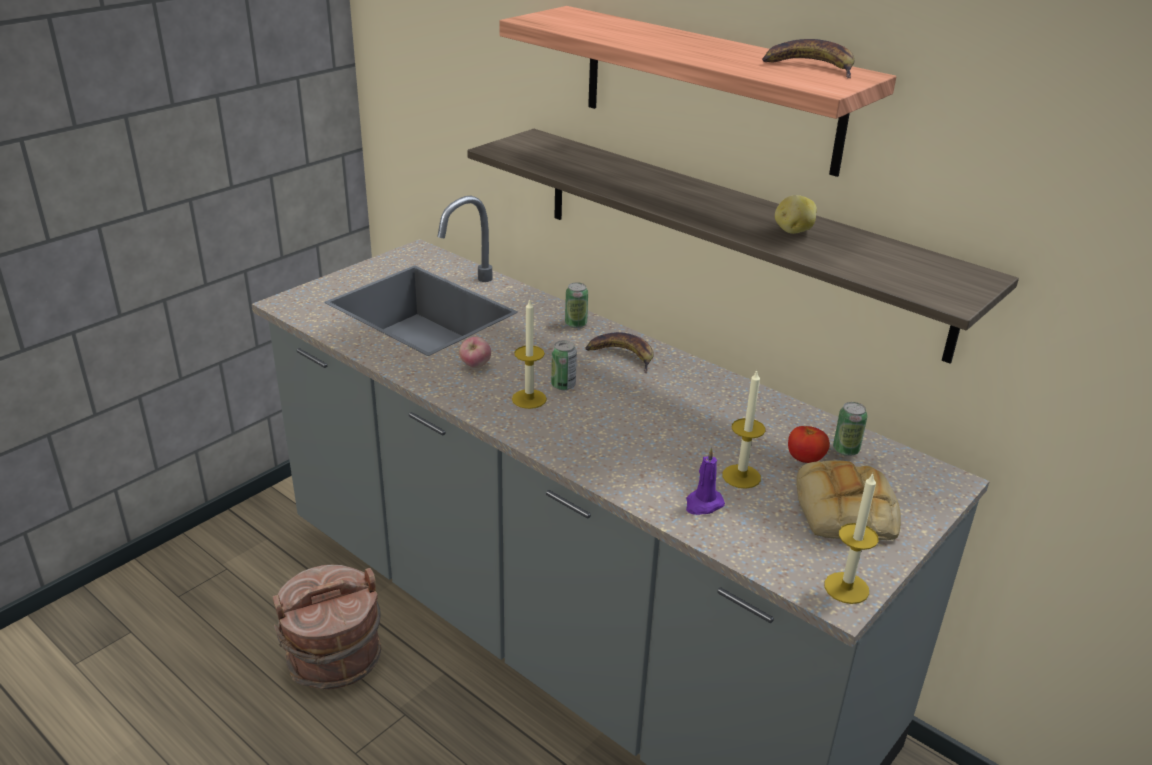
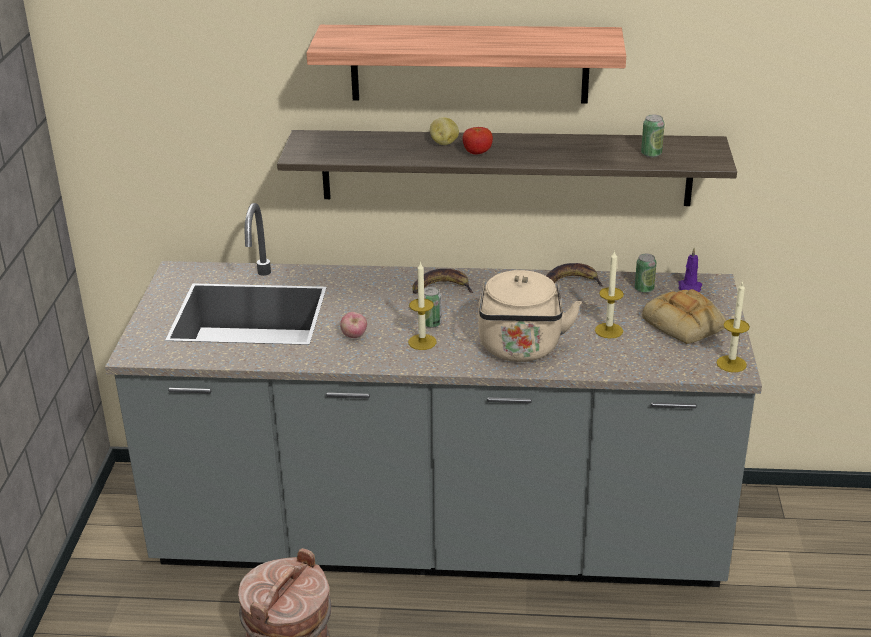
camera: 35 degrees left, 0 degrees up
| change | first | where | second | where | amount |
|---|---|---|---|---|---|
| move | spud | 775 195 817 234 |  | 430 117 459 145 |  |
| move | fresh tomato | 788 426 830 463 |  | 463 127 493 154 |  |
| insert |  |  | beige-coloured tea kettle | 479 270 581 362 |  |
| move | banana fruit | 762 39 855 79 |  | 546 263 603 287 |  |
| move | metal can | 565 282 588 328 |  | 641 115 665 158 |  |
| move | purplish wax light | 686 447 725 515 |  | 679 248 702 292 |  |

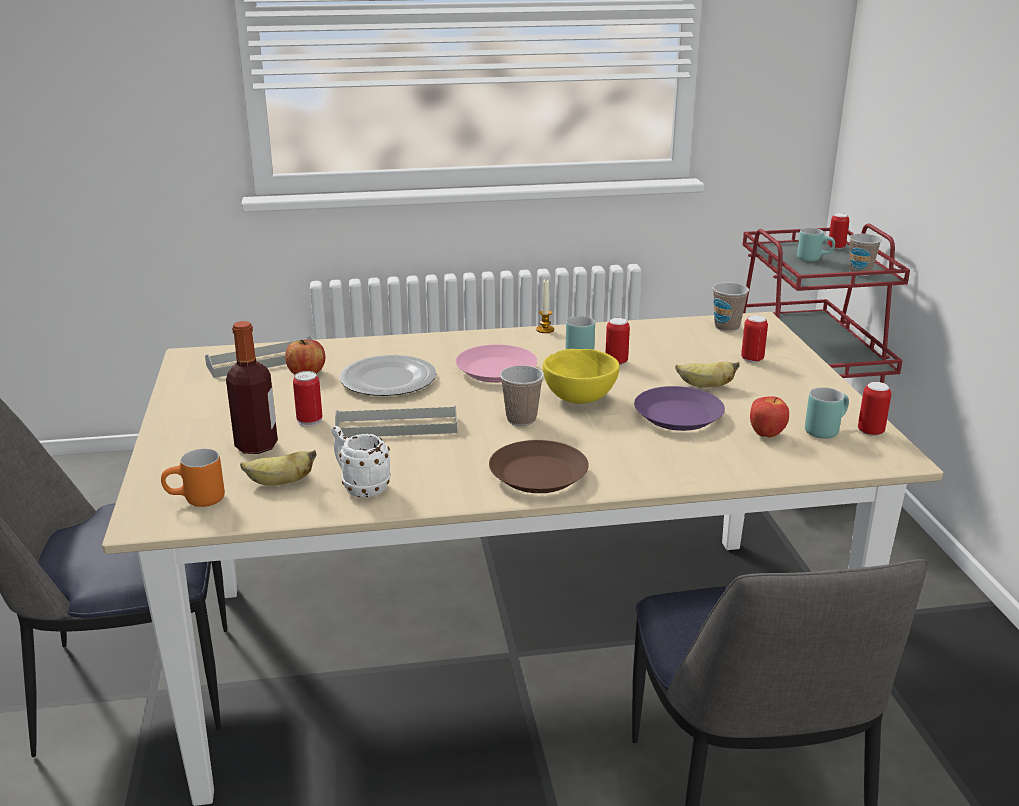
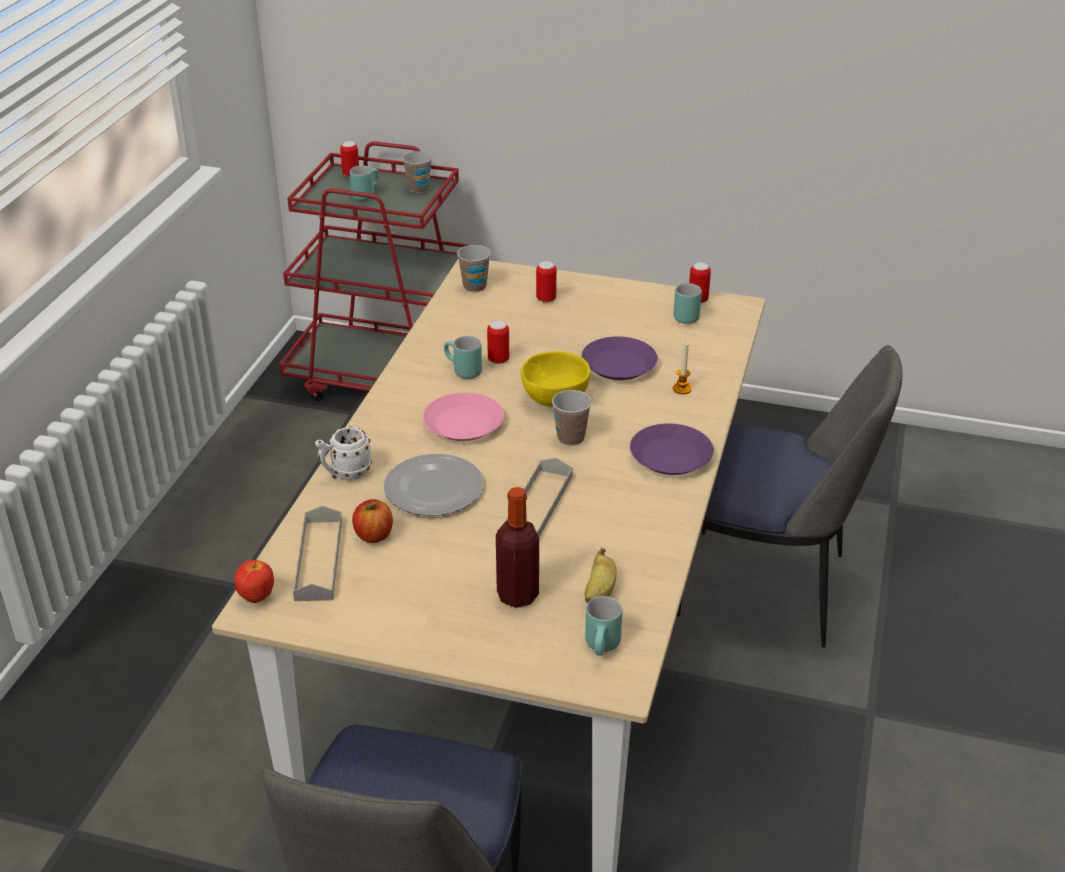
camera: 65 degrees left, 10 degrees up
| change | first | where | second | where | amount |
|---|---|---|---|---|---|
| move | apple | 750 396 789 438 |  | 234 560 274 603 |  |
| move | white-coloured tea mug | 331 426 390 497 |  | 315 427 372 480 |  |
| recolor | orangey tea mug | 161 449 225 507 | turquoise-coloured tea mug | 585 596 622 656 |  |
| recolor | brown-coloured dinner plate | 489 440 589 493 | purplish dinner plate | 630 423 714 475 |  |
| move | wax light | 536 280 554 333 |  | 673 342 692 394 |  |
| delete | metal can | 293 371 322 427 |  |  |  |
| delete | banana fruit | 675 361 740 387 |  |  |  |

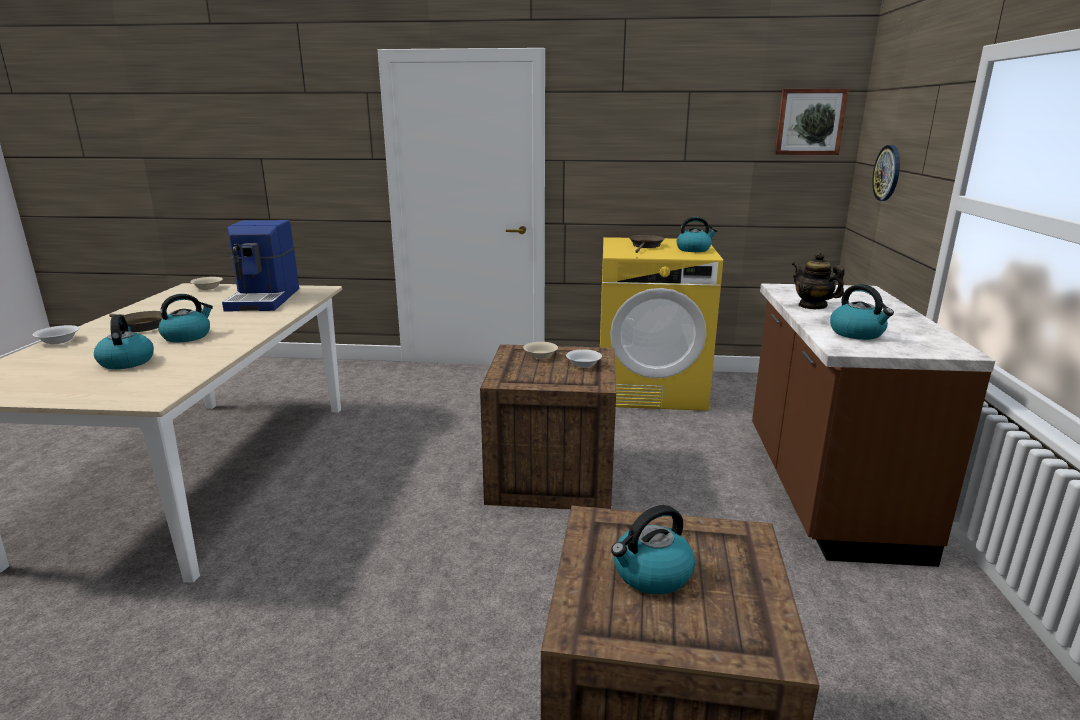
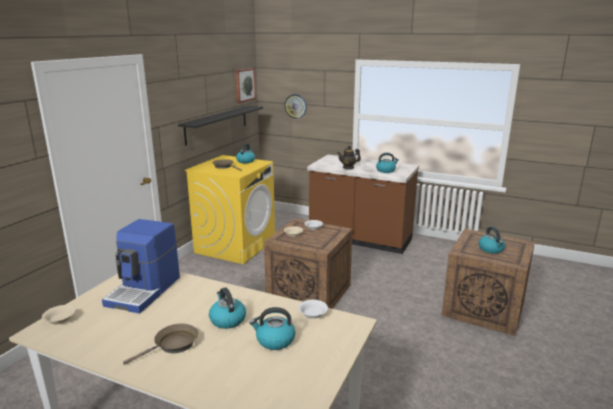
camera: 70 degrees left, 0 degrees up
| change | first | where | second | where | amount |
|---|---|---|---|---|---|
| rotate | coffee brewer | 222 220 299 311 |  | 102 219 180 314 | 90 degrees clockwise |
| insert |  |  | black-coloured wall shelf | 178 106 263 146 |  |
| move | white-coloured deep dish | 33 325 79 344 |  | 298 300 328 319 |  |

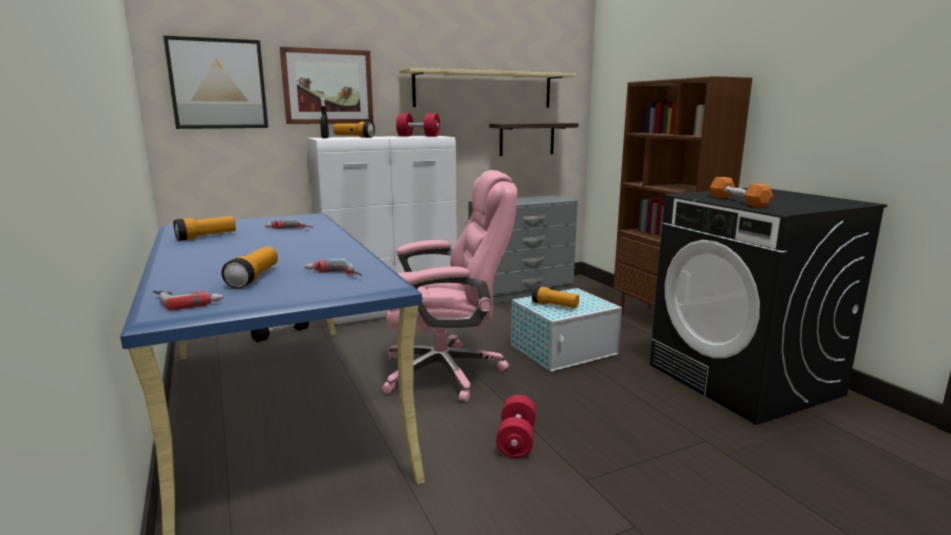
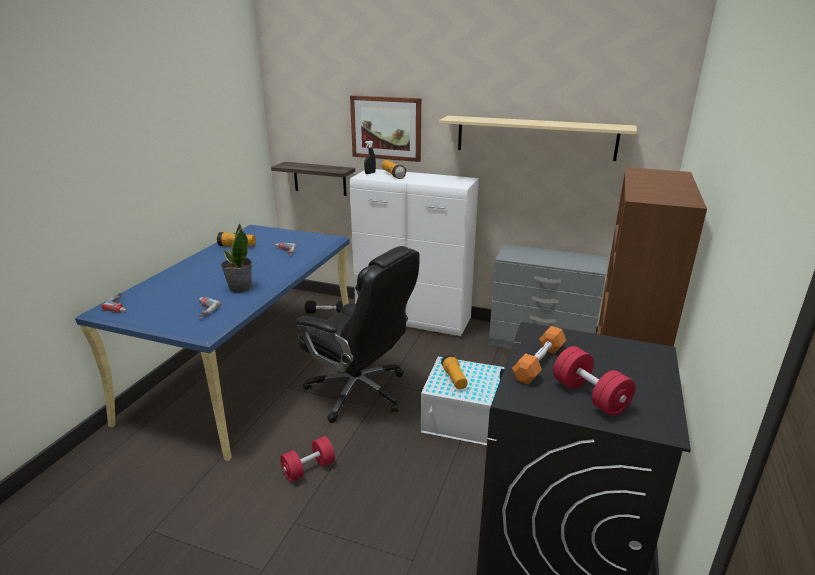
camera: 45 degrees right, 10 degrees up
| change | first | where | second | where | amount |
|---|---|---|---|---|---|
| insert |  |  | houseplant | 221 224 252 292 |  |
| move | wall shelf | 489 123 578 156 |  | 271 162 355 196 |  |
| recolor | pinkish computer chair | 382 170 517 402 | black-coloured computer chair | 295 246 420 423 |  |
| move | reddish hand weight | 396 113 440 137 |  | 553 346 636 416 |  |
| delete | wall picture | 163 36 268 129 |  |  |  |
| delete | flashlight | 222 247 278 289 |  |  |  |

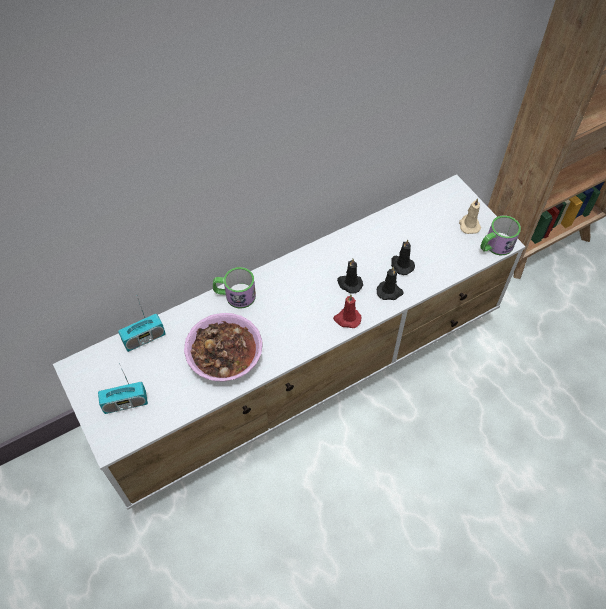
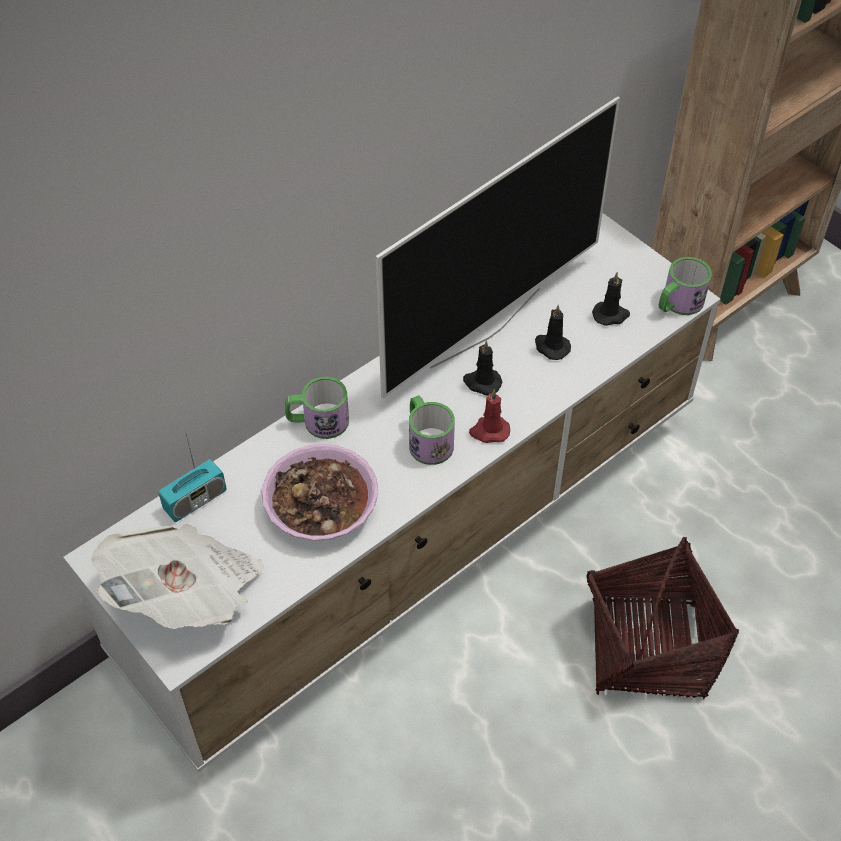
camera: 10 degrees left, 5 degrees down
| change | first | where | second | where | amount |
|---|---|---|---|---|---|
| replace | radio set | 98 363 148 414 | daily paper | 91 524 264 629 |  |
| insert |  |  | television | 376 96 620 399 |  |
| insert |  |  | tea mug | 409 395 455 465 |  |
| insert |  |  | household basket | 586 537 739 699 |  |
| move | black-coloured wax light | 377 266 404 300 |  | 592 272 630 326 |  |
| delete | beige-coloured wax light | 459 198 481 234 |  |  |  |

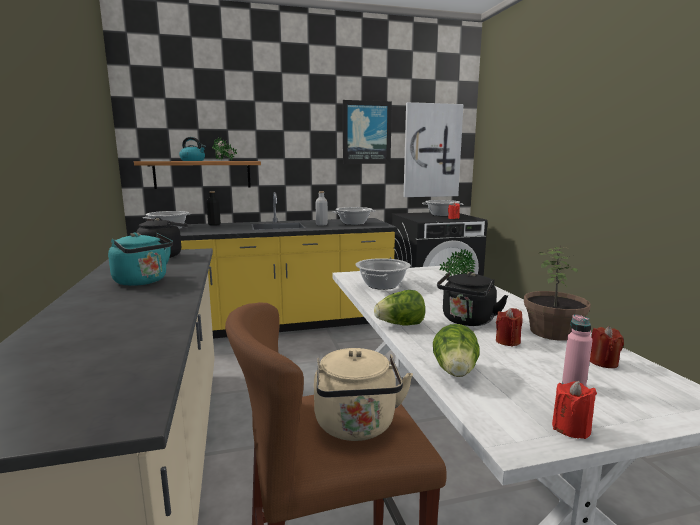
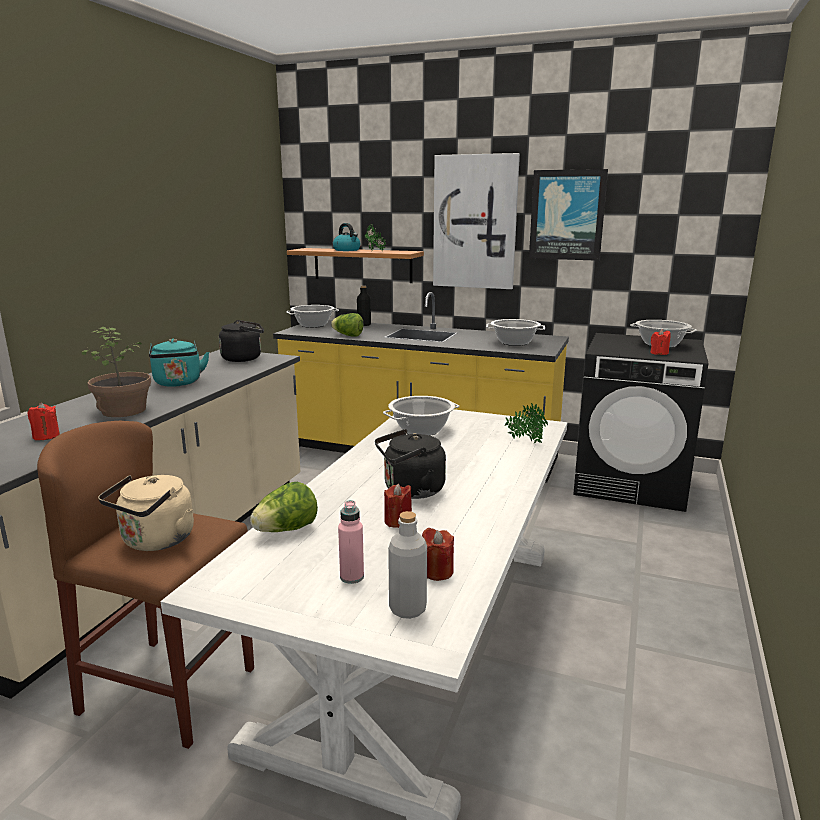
camera: 35 degrees right, 5 degrees up
| change | first | where | second | where | amount |
|---|---|---|---|---|---|
| move | reddish wax light | 552 381 597 439 |  | 27 402 60 440 |  |
| move | houseplant | 524 245 591 341 |  | 82 327 151 417 |  |
| move | lettuce | 374 290 425 325 |  | 331 313 364 336 |  |
| move | greyish bottle | 316 191 328 226 |  | 388 511 427 619 |  |
| move | wall picture | 403 102 464 197 |  | 433 153 520 289 |  |

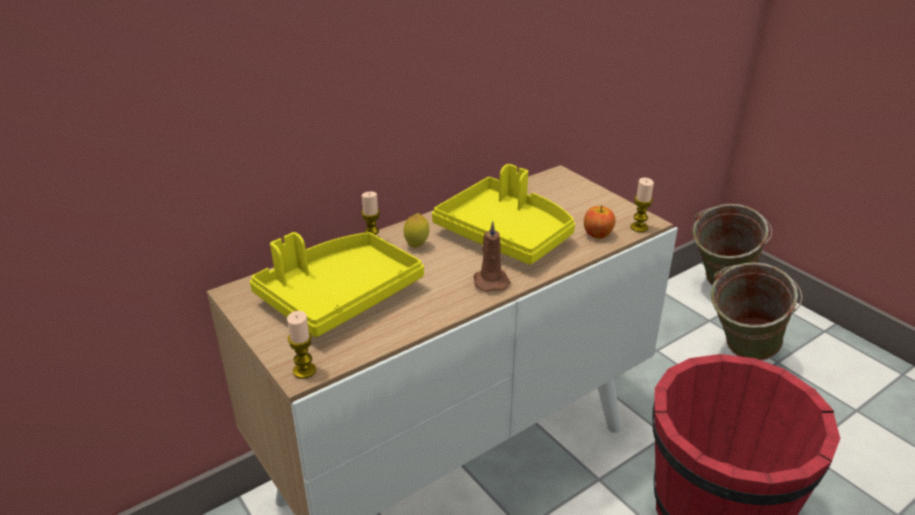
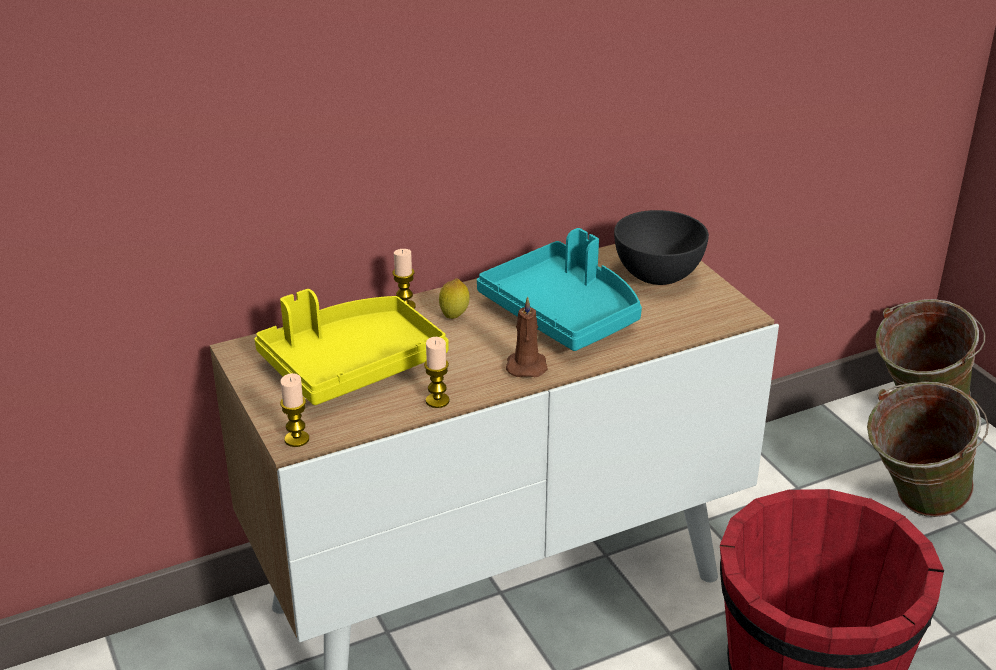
camera: 10 degrees right, 0 degrees up
| change | first | where | second | where | amount |
|---|---|---|---|---|---|
| move | wax light | 630 178 654 232 |  | 424 337 450 408 |  |
| recolor | yellow tray | 432 164 575 265 | turquoise-coloured tray | 477 228 642 351 |  |
| insert |  |  | greyish deep dish | 614 210 709 285 |  |
| delete | apple | 584 205 616 239 |  |  |  |

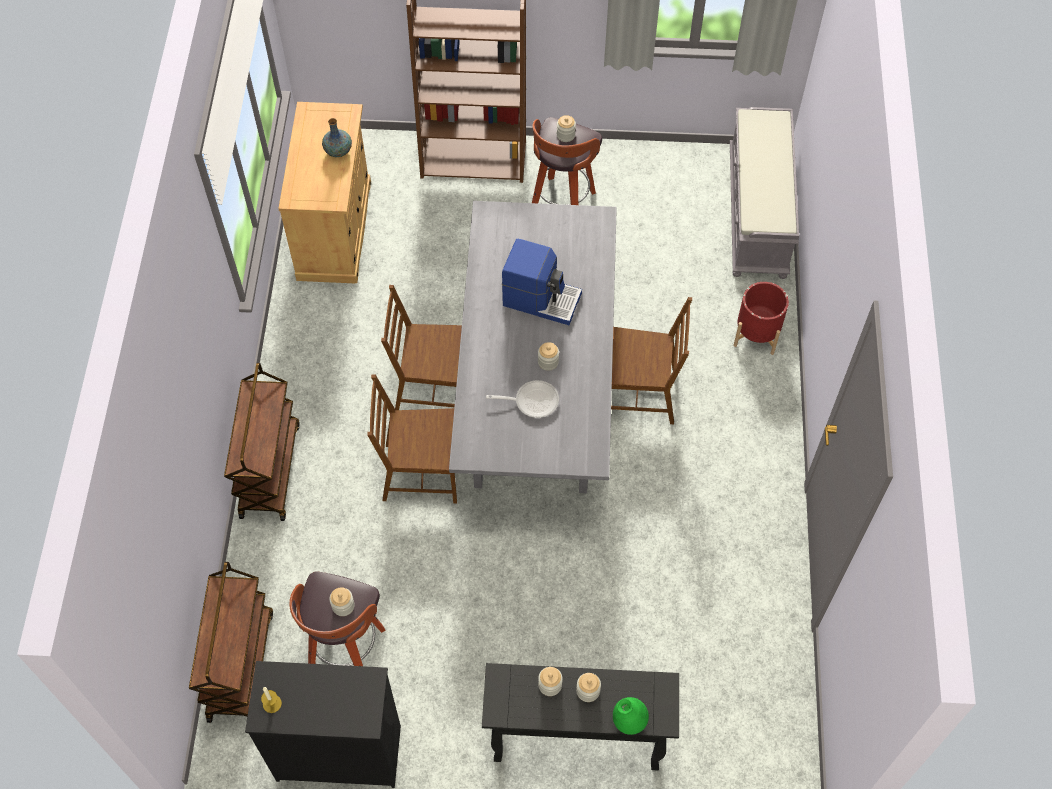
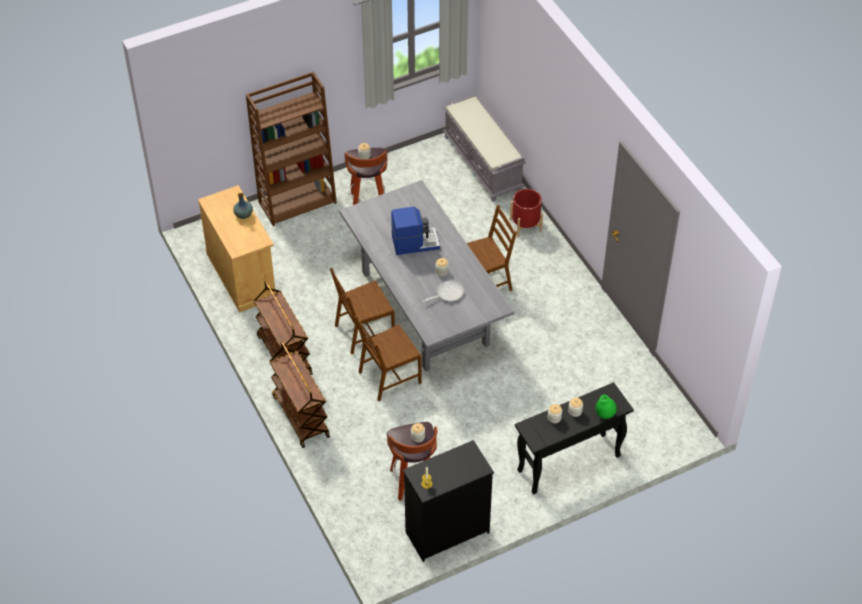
camera: 30 degrees left, 10 degrees down
| change | first | where | second | where | amount |
|---|---|---|---|---|---|
| move | brown-coloured wheeled cart | 189 562 273 723 |  | 254 281 312 375 |  |

